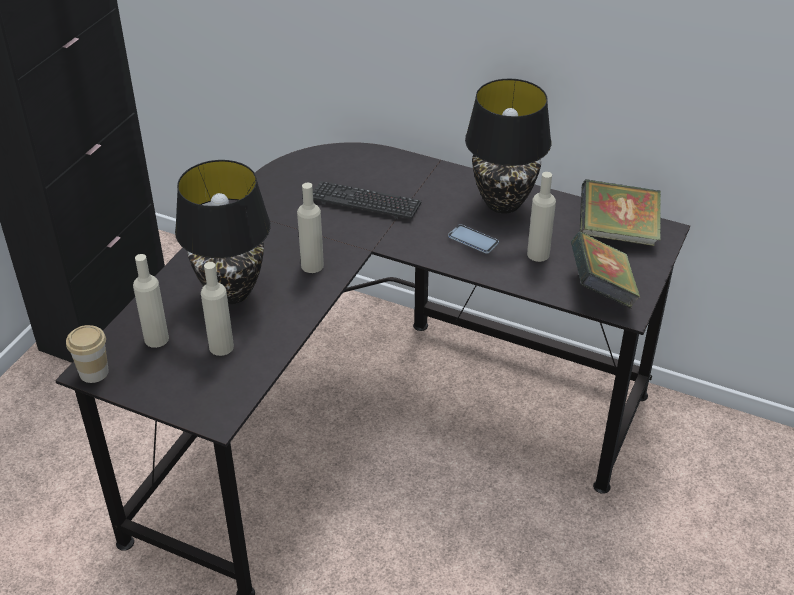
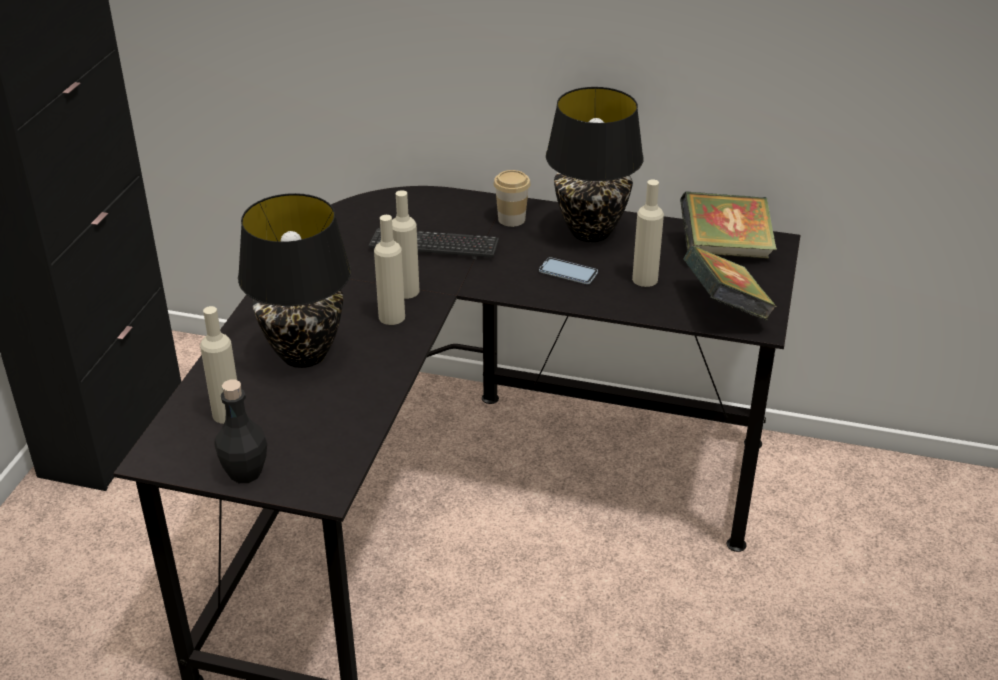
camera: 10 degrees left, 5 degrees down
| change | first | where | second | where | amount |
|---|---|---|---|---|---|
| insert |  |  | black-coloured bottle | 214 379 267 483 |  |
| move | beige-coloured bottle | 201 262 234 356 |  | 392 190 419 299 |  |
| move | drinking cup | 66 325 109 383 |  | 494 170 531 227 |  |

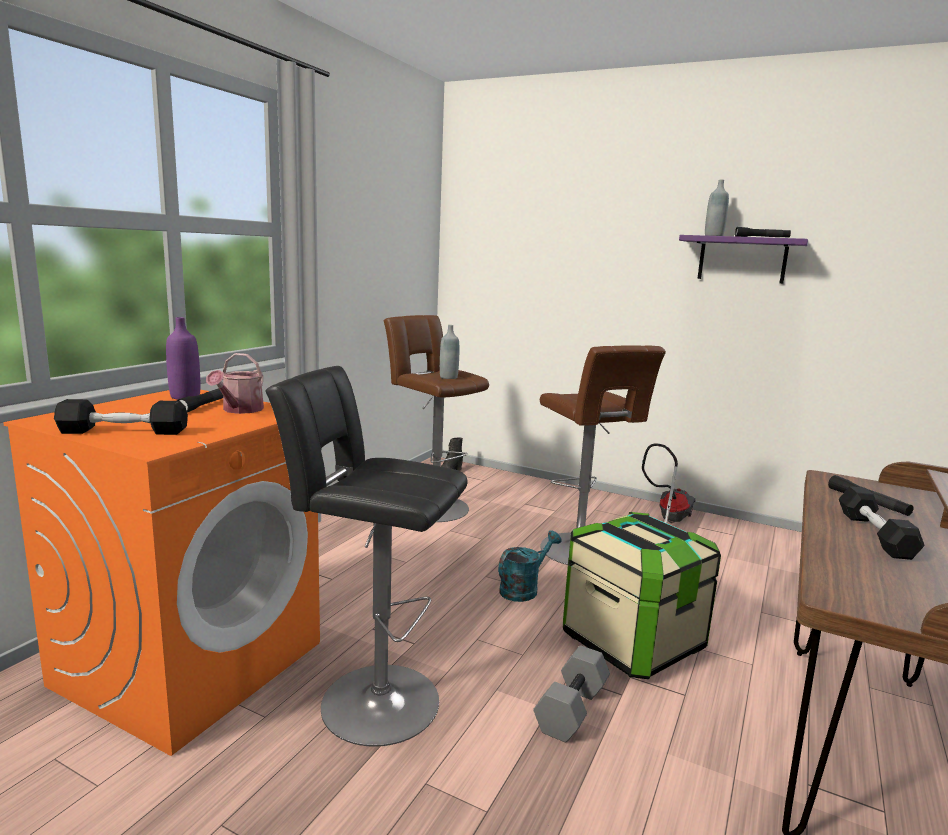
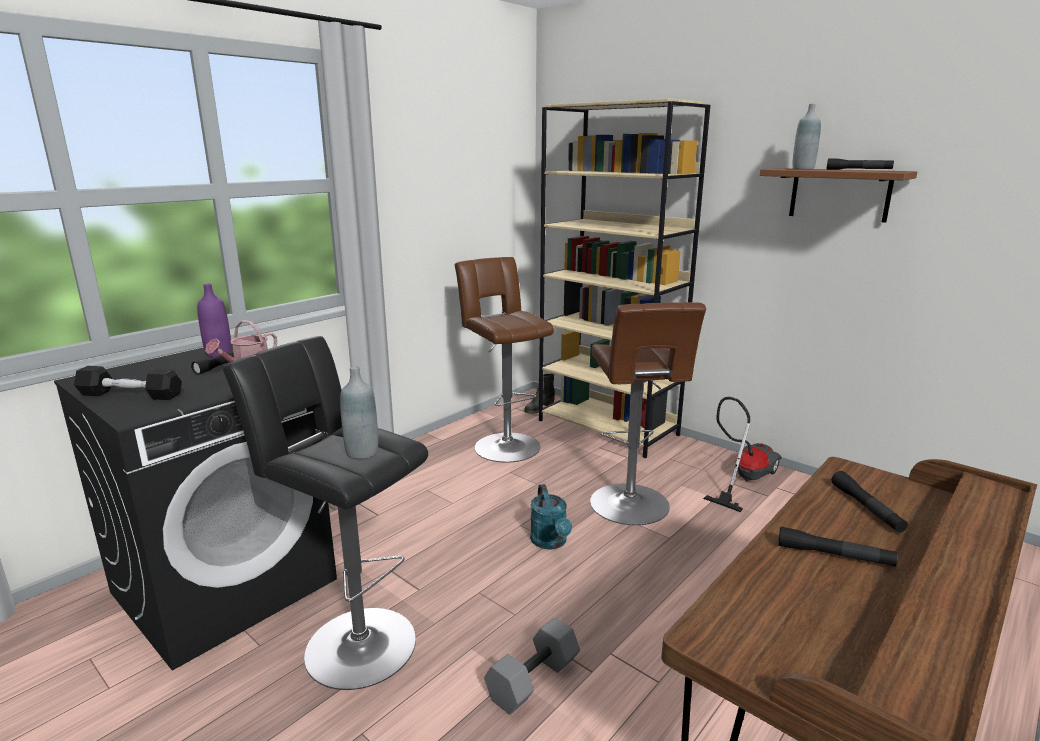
camera: 15 degrees right, 5 degrees up
| change | first | where | second | where | amount |
|---|---|---|---|---|---|
| recolor | orangey laundry machine | 3 390 320 756 | black-coloured laundry machine | 54 344 337 671 |  |
| move | greyish bottle | 440 325 459 379 |  | 340 366 378 459 |  |
| rotate | turquoise-coloured sprinkling can | 498 530 561 602 |  | 530 484 572 550 | 105 degrees clockwise |
| insert |  |  | beige-coloured bookcase | 539 98 710 458 |  |
| recolor | purplish wall shelf | 679 235 808 284 | brown-coloured wall shelf | 760 168 917 223 |  |
| replace | black-coloured hand weight | 839 486 925 560 | black-coloured flashlight | 778 527 897 567 |  |
| delete | storage box | 563 512 721 679 |  |  |  |

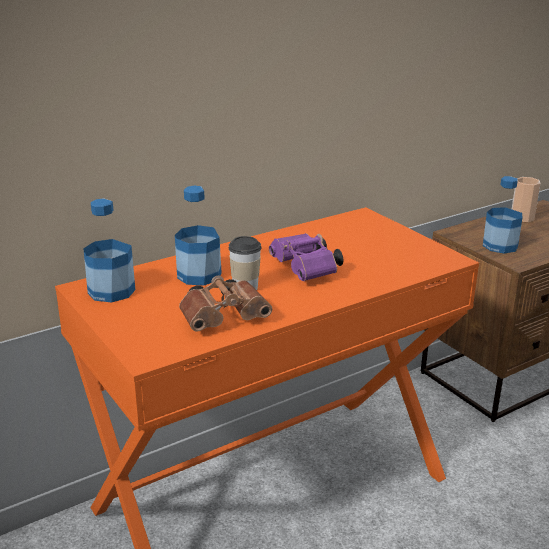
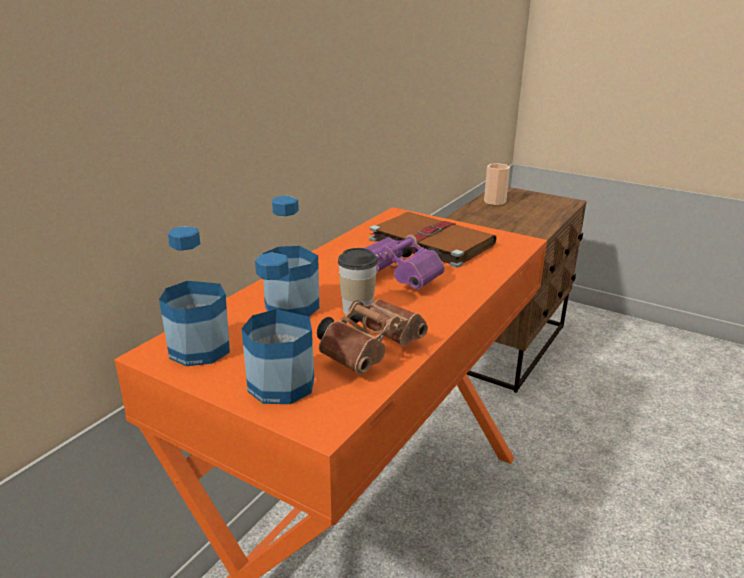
camera: 25 degrees left, 0 degrees up
| change | first | where | second | where | amount |
|---|---|---|---|---|---|
| move | bottle | 483 176 522 253 |  | 241 252 314 404 |  |
| insert |  |  | brown-coloured volume | 369 212 497 268 |  |

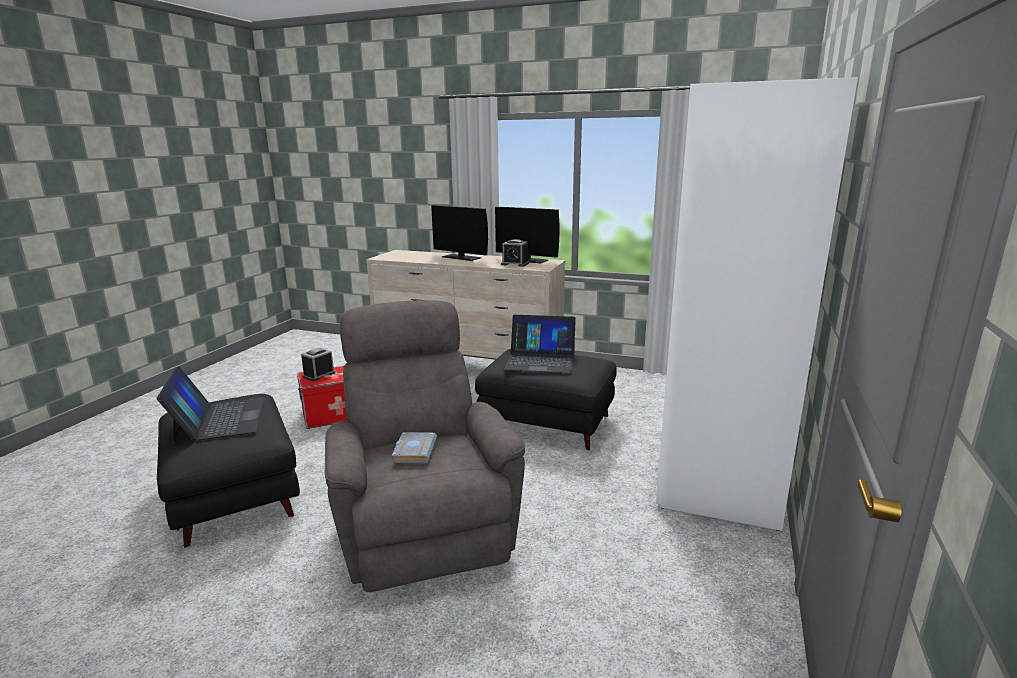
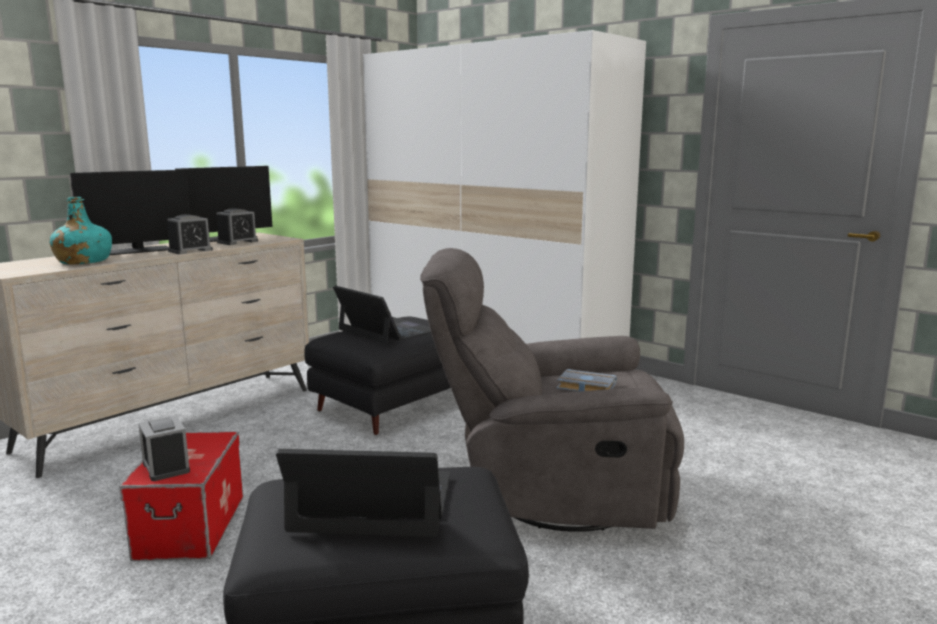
camera: 70 degrees left, 5 degrees down
| change | first | where | second | where | amount |
|---|---|---|---|---|---|
| insert |  |  | turquoise-coloured bottle | 49 197 112 265 |  |
| insert |  |  | table clock | 167 214 213 254 |  |
| rotate | notebook computer | 504 315 576 373 |  | 333 286 431 344 | 75 degrees counterclockwise |

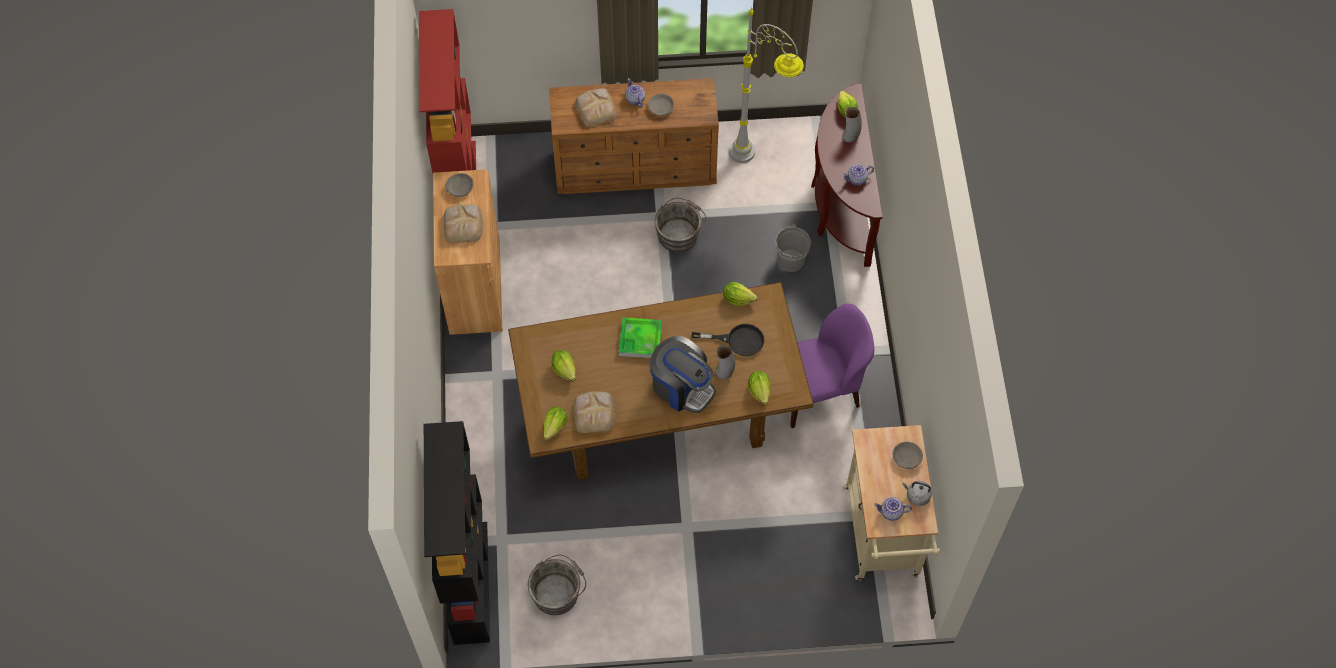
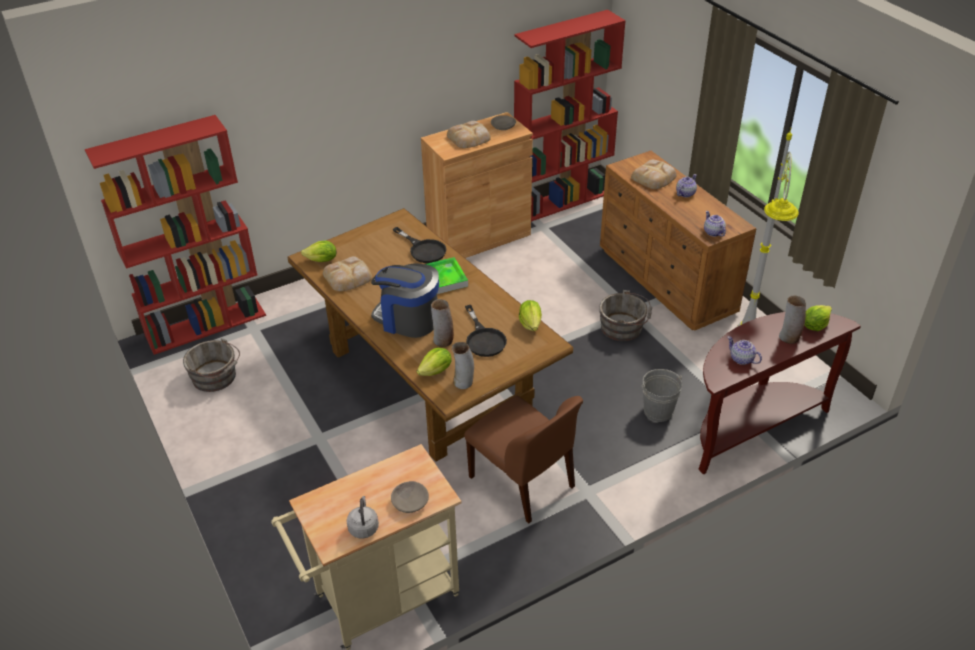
camera: 65 degrees right, 20 degrees down
| change | first | where | second | where | amount |
|---|---|---|---|---|---|
| recolor | black-coloured bookcase | 424 421 490 645 | reddish bookcase | 85 115 266 355 |  |
| rotate | coffee brewer | 650 336 716 413 |  | 371 263 439 338 | 105 degrees clockwise |
| insert |  |  | black-coloured pan | 393 227 446 263 |  |
| insert |  |  | decorative vase | 452 342 474 389 |  |
| recolor | purplish upright chair | 790 304 874 428 | brown-coloured upright chair | 464 396 583 524 |  |
| move | teapot | 874 497 912 521 |  | 704 211 726 237 |  |
| delete | lettuce | 552 350 576 381 |  |  |  |
| delete | greyish deep dish | 648 94 674 116 |  |  |  |

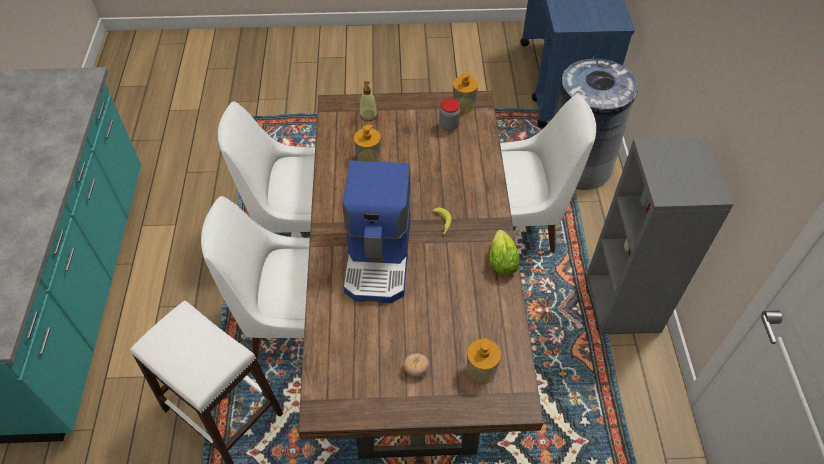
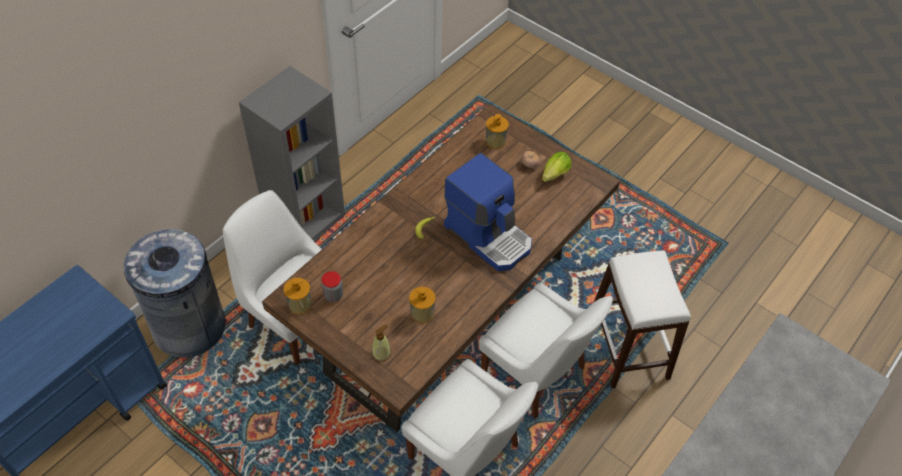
camera: 140 degrees left, 0 degrees up
| change | first | where | second | where | amount |
|---|---|---|---|---|---|
| rotate | coffee brewer | 342 160 411 303 |  | 444 153 532 271 | 90 degrees clockwise |
| move | lettuce | 490 230 519 275 |  | 542 152 571 182 |  |

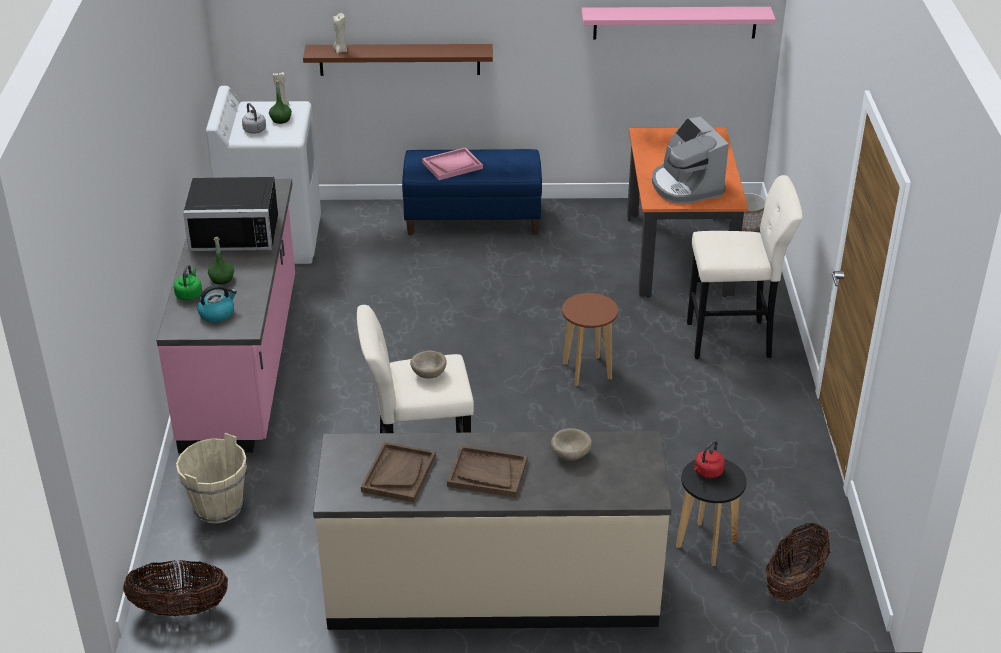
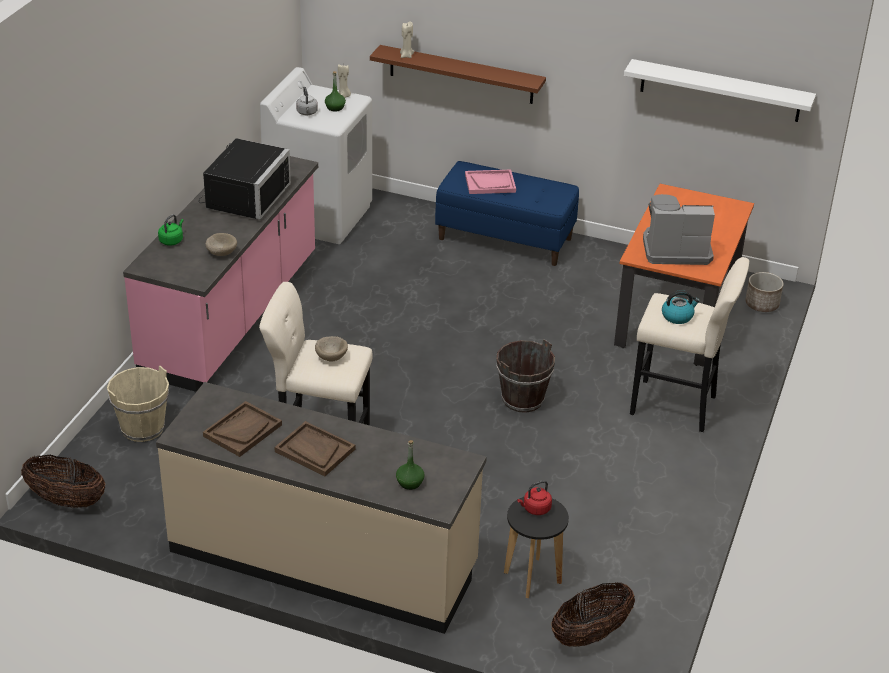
camera: 20 degrees right, 0 degrees up
| change | first | where | second | where | amount |
|---|---|---|---|---|---|
| rotate | black-coloured kitchen microwave | 183 177 278 251 |  | 198 138 291 220 | 90 degrees counterclockwise |
| move | beige-coloured deep dish | 551 428 592 460 |  | 206 233 237 256 |  |
| move | greenish bottle | 208 237 234 285 |  | 396 440 424 490 |  |
| replace | brown-coloured sitting stool | 562 293 618 386 | brown-coloured pail | 496 339 555 413 |  |
| recolor | pinkish wall shelf | 582 7 776 39 | white-coloured wall shelf | 624 59 816 122 |  |
| rotate | coffee brewer | 652 117 729 204 |  | 643 194 715 265 | 90 degrees clockwise |
| move | tea kettle | 198 284 237 323 |  | 662 290 700 324 |  |

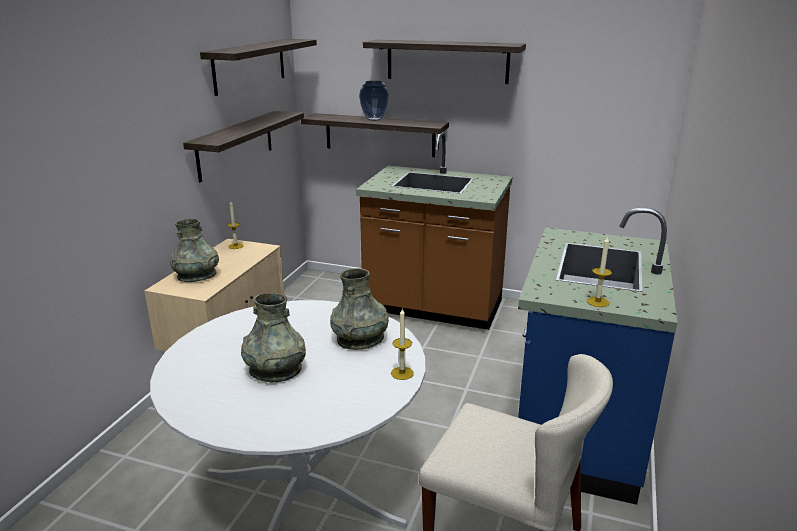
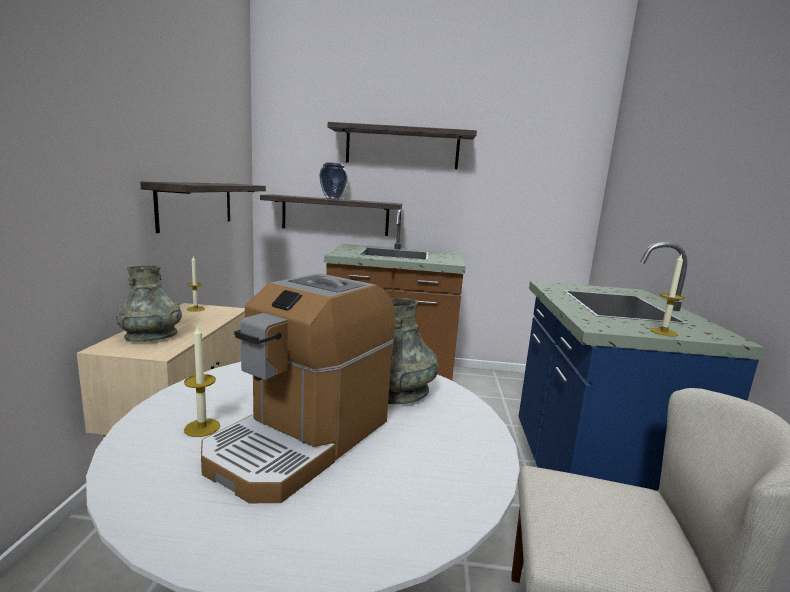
camera: 15 degrees left, 10 degrees down
| change | first | where | second | where | amount |
|---|---|---|---|---|---|
| move | wax light | 391 307 414 380 |  | 184 324 220 437 |  |
| replace | greyish decorative vase | 241 293 306 382 | coffee brewer | 201 273 396 503 |  |
| delete | wall shelf | 200 39 317 96 |  |  |  |

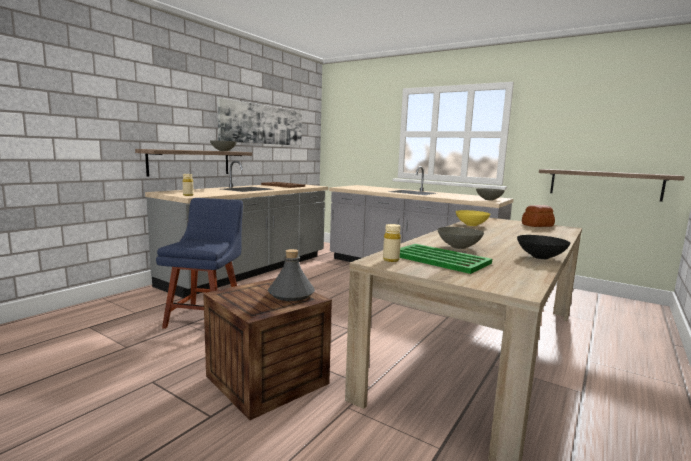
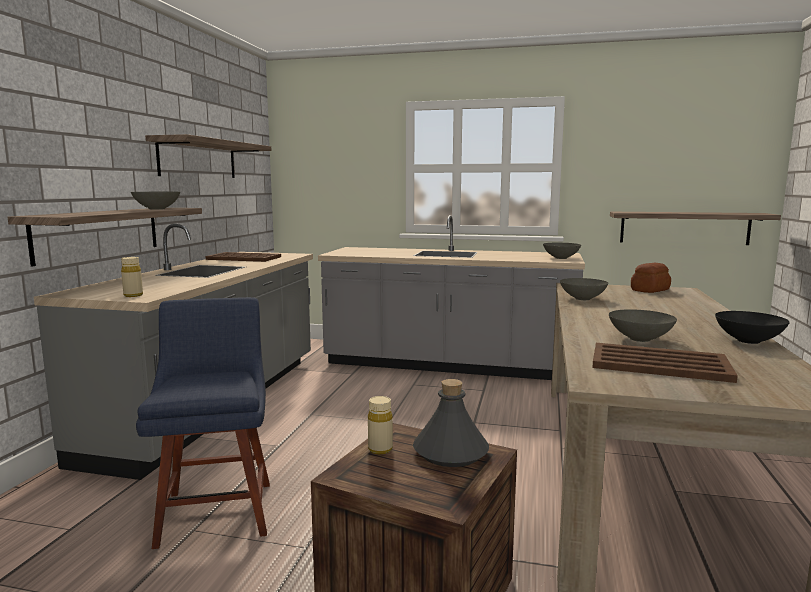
camera: 20 degrees left, 0 degrees up
| change | first | where | second | where | amount |
|---|---|---|---|---|---|
| replace | wall picture | 217 98 302 146 | wall shelf | 145 134 271 178 |  |
| move | beige-coloured bottle | 383 224 401 262 |  | 368 396 393 454 |  |
| recolor | yellow deep dish | 456 210 491 226 | greyish deep dish | 560 278 609 300 |  |
| recolor | greenish tray | 400 244 492 274 | brown-coloured tray | 592 343 738 383 |  |

